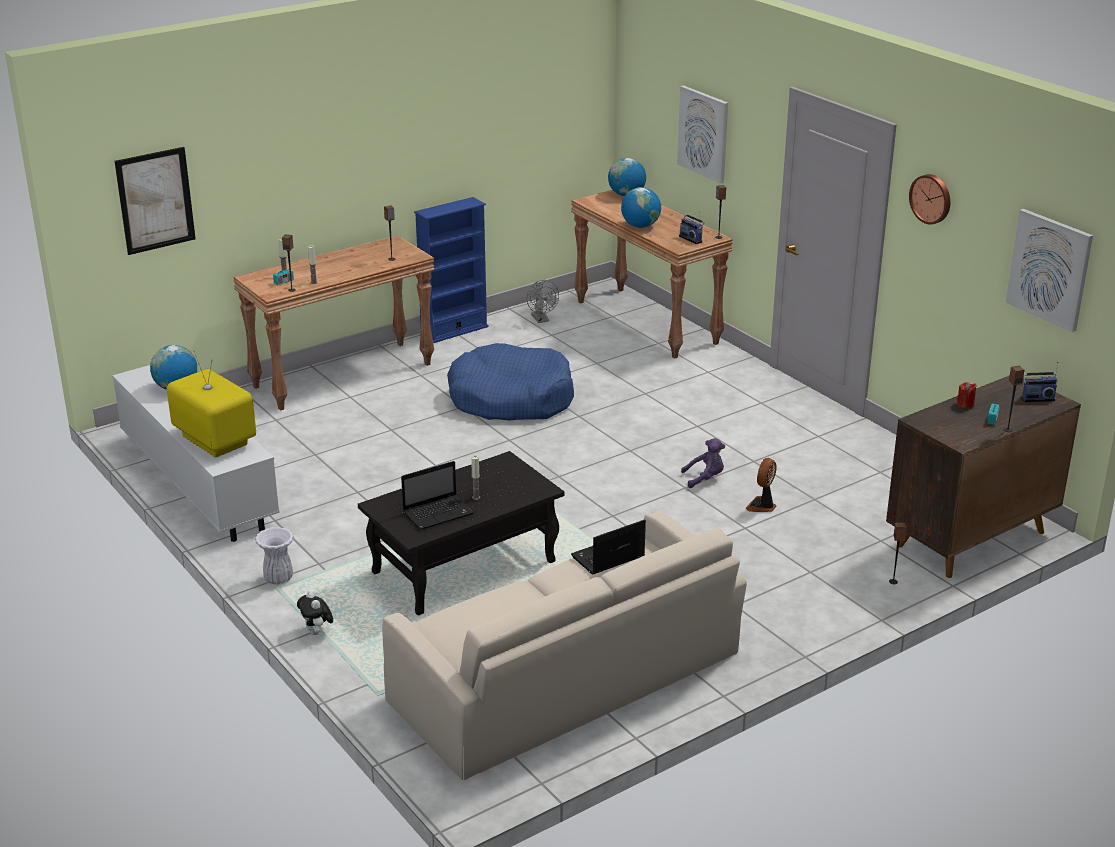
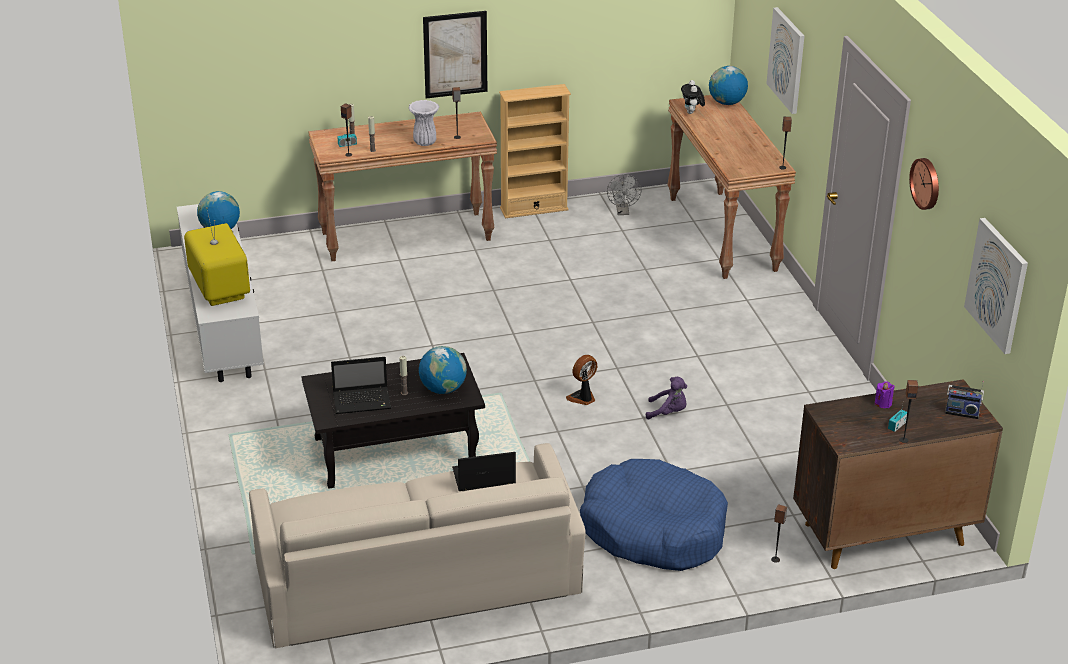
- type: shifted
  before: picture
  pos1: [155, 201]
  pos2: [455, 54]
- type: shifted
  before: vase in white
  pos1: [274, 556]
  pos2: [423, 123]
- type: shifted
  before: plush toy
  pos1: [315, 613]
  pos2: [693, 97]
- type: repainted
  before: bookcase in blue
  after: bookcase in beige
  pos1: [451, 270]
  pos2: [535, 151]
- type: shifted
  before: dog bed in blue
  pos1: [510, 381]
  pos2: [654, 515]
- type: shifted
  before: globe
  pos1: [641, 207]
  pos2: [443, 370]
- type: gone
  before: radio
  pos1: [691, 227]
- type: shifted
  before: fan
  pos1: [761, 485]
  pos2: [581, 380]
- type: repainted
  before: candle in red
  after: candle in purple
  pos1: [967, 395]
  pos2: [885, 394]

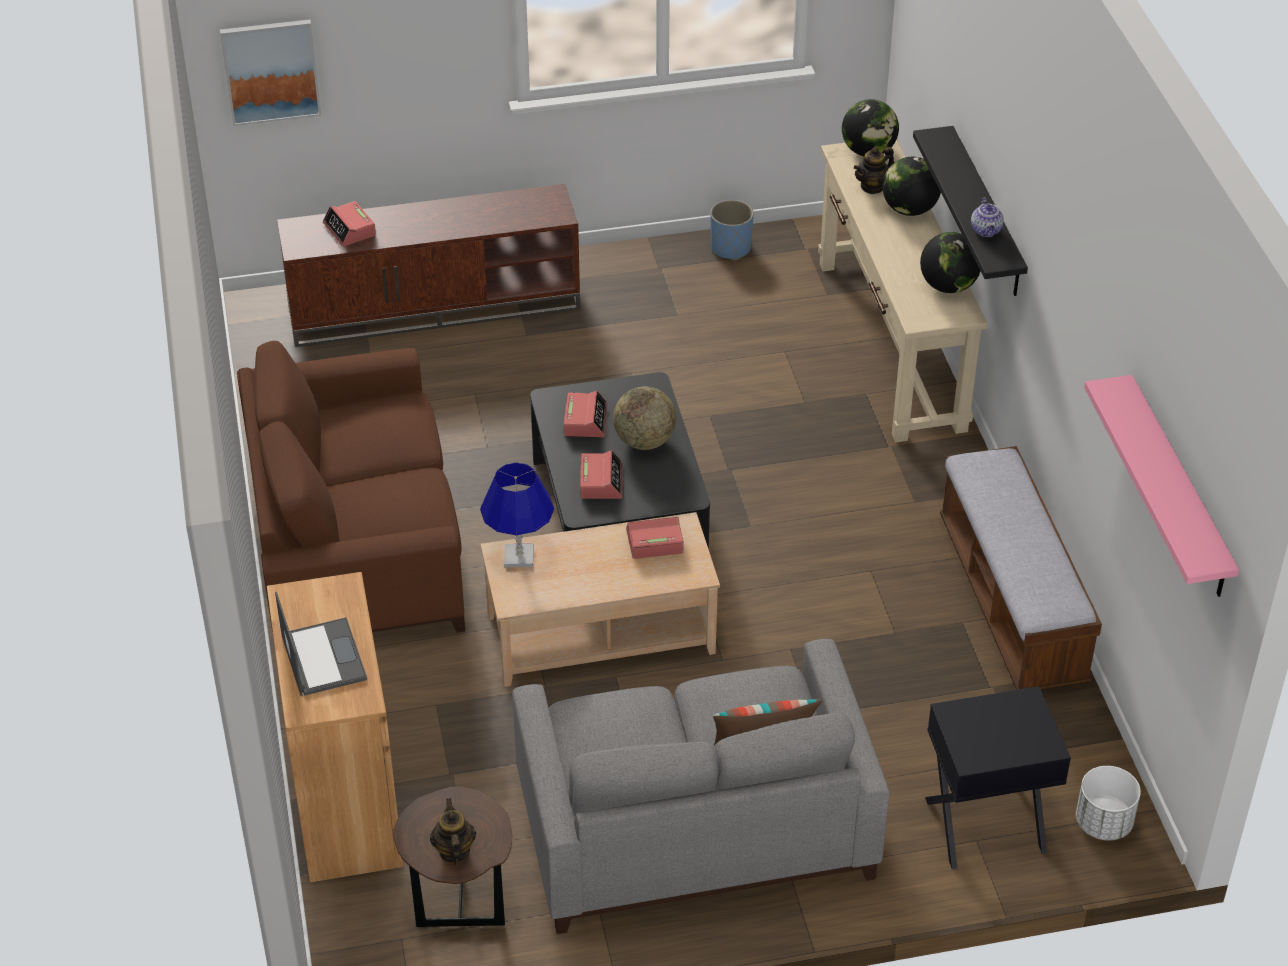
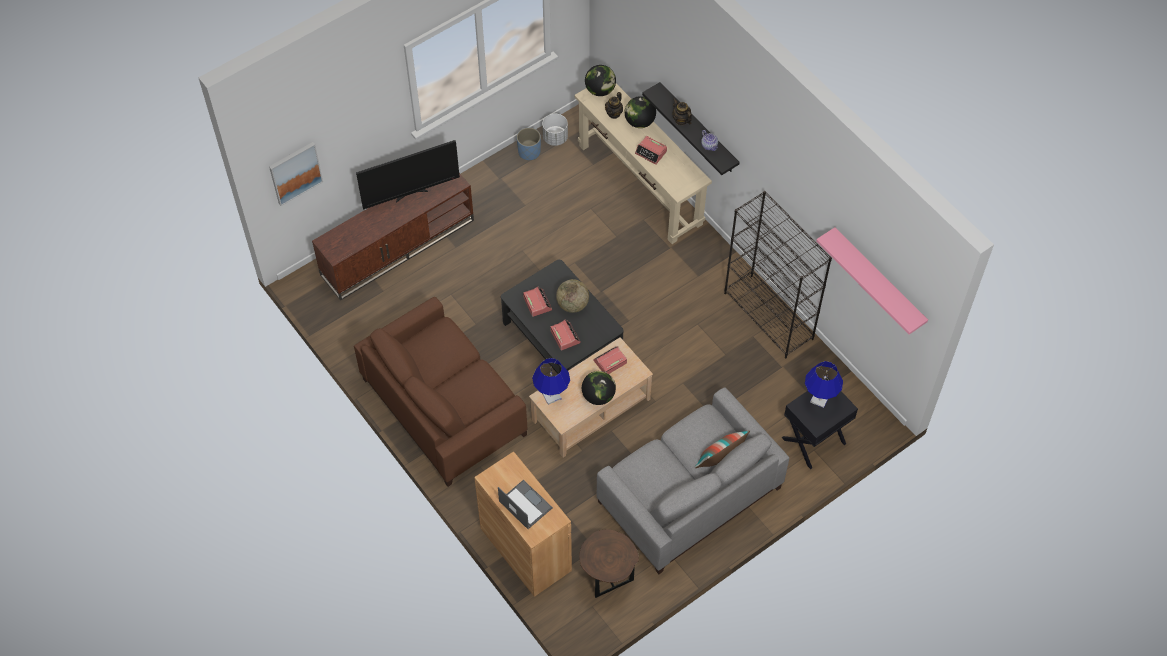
- type: shifted
  before: alarm clock
  pos1: [349, 224]
  pos2: [651, 150]
- type: shifted
  before: teapot
  pos1: [453, 832]
  pos2: [682, 111]
- type: shifted
  before: globe
  pos1: [950, 262]
  pos2: [599, 388]
- type: swapped
  before: bench
  after: bookcase in black
  pos1: [1021, 568]
  pos2: [778, 274]
- type: shifted
  before: planter in white
  pos1: [1108, 803]
  pos2: [555, 130]
- type: new
  after: television
  pos2: [408, 175]
- type: new
  after: table lamp in blue
  pos2: [824, 384]

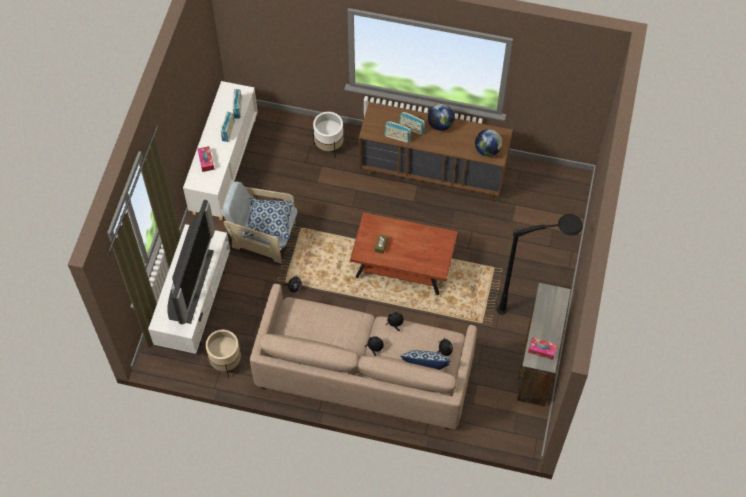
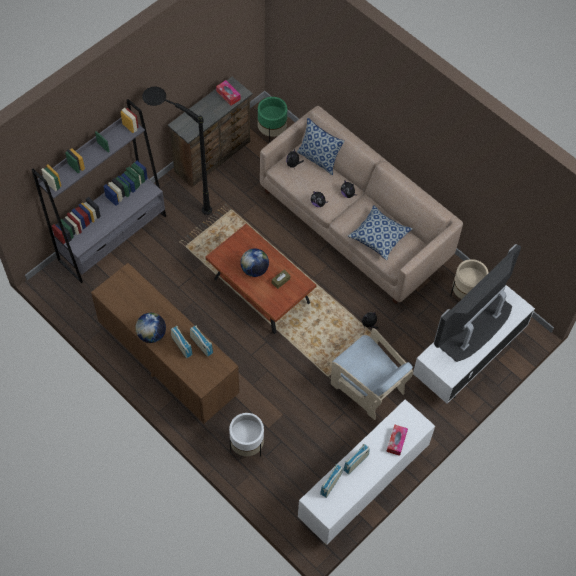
- type: shifted
  before: pillow
  pos1: [269, 218]
  pos2: [380, 232]
- type: shifted
  before: globe
  pos1: [488, 143]
  pos2: [254, 262]
- type: new
  after: bookcase in grey
  pos2: [99, 191]
- type: new
  after: planter in green
  pos2: [272, 120]

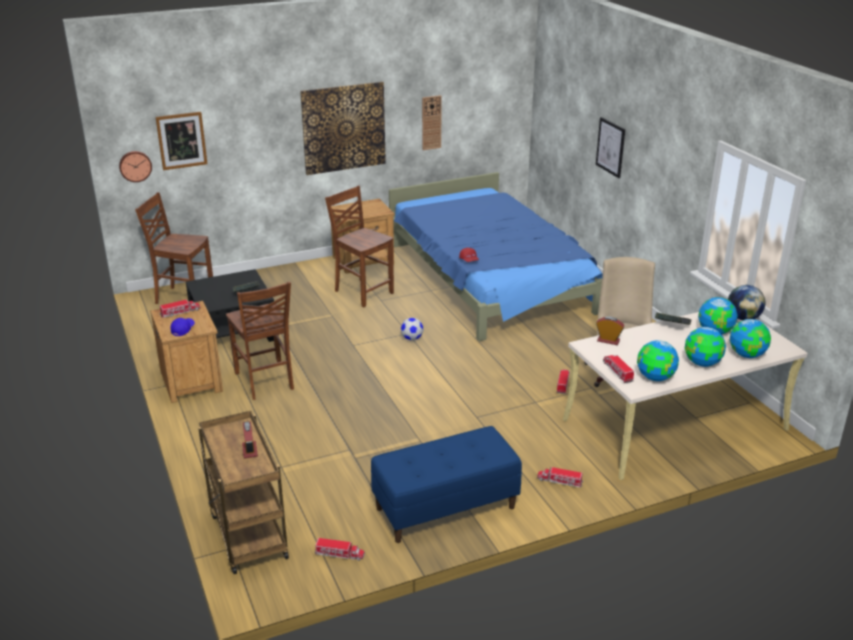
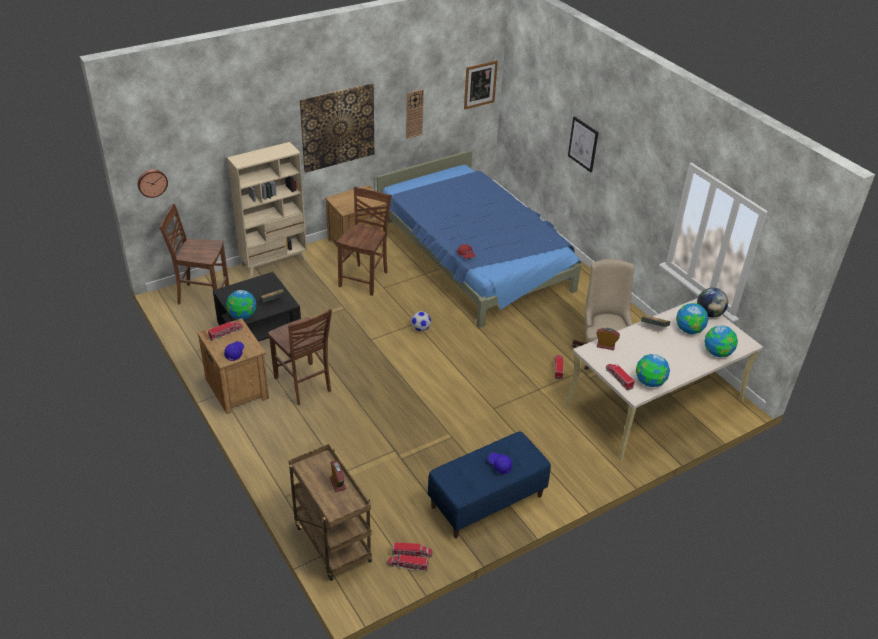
- type: shifted
  before: picture
  pos1: [181, 141]
  pos2: [481, 85]
- type: rotated
  before: chair in brown
  pos1: [359, 246]
  pos2: [364, 241]
  turn: 75
- type: shifted
  before: toy truck
  pos1: [560, 477]
  pos2: [408, 562]
- type: shifted
  before: globe
  pos1: [705, 347]
  pos2: [241, 304]
- type: new
  after: bookcase in beige
  pos2: [267, 210]
- type: new
  after: cap in blue
  pos2: [500, 463]

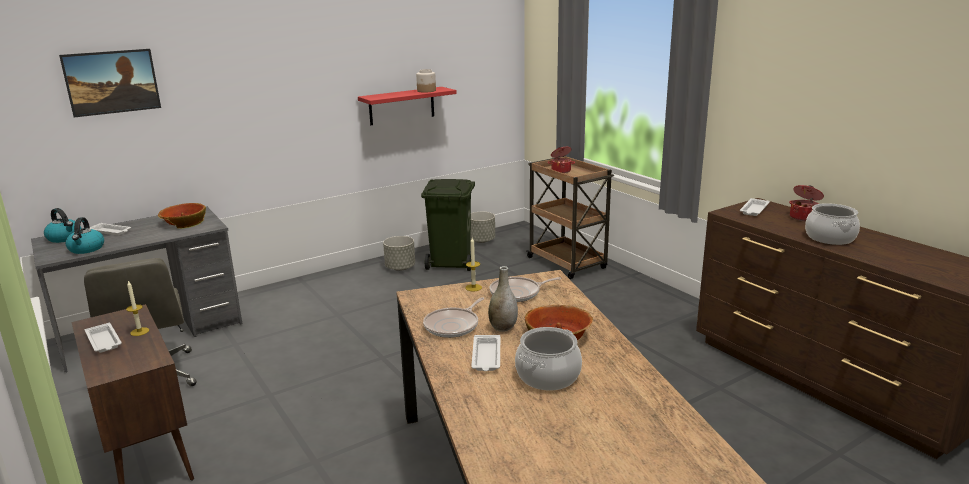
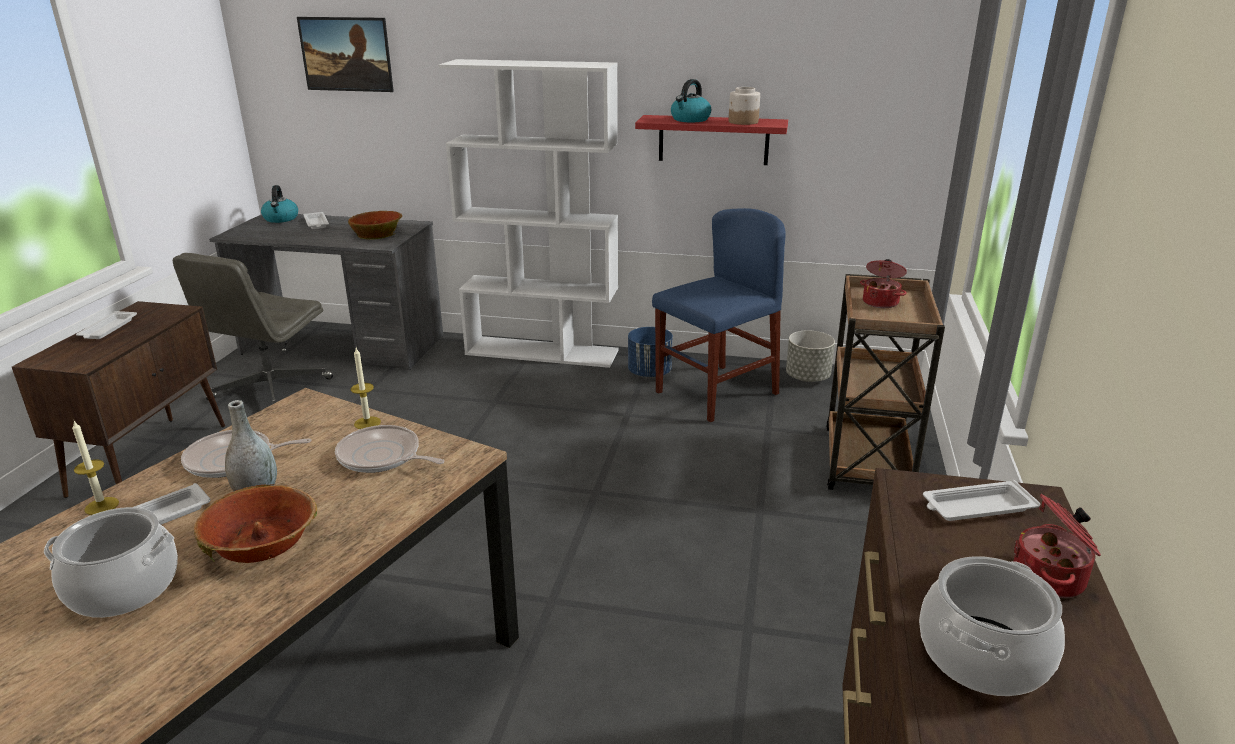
- type: shifted
  before: kettle
  pos1: [84, 235]
  pos2: [691, 100]
- type: shifted
  before: candle
  pos1: [137, 308]
  pos2: [95, 468]
- type: repainted
  before: planter in grey
  after: planter in blue
  pos1: [399, 253]
  pos2: [650, 352]
- type: swapped
  before: trash can in green
  after: chair in blue
  pos1: [448, 225]
  pos2: [719, 315]
- type: new
  after: bookcase in white
  pos2: [528, 213]

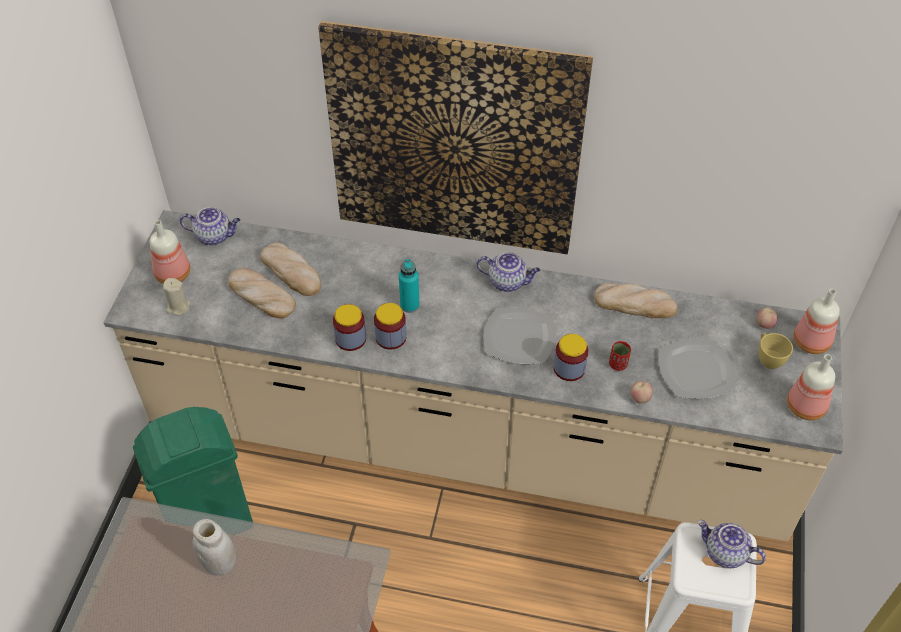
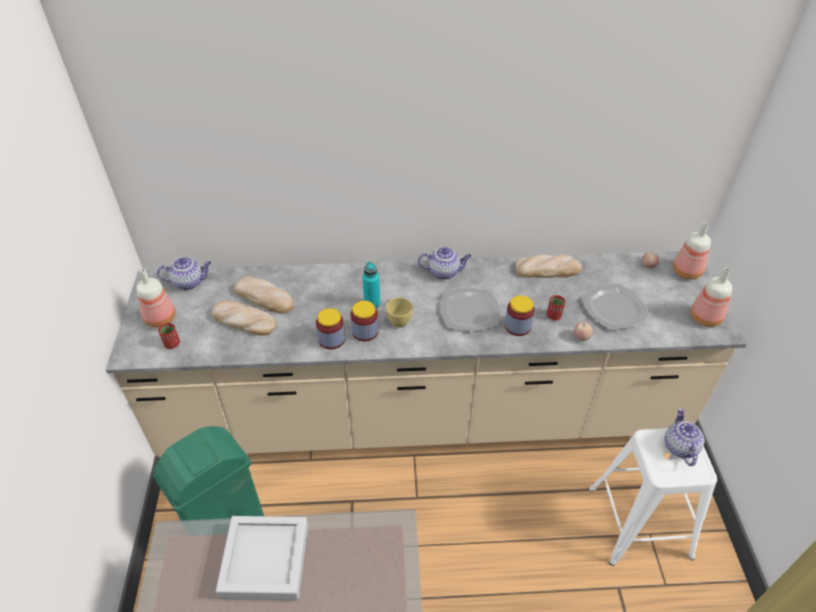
- type: swapped
  before: candle in beige
  after: cup in red
  pos1: [176, 296]
  pos2: [169, 336]
- type: swapped
  before: jar in white
  after: tray in grey
  pos1: [214, 547]
  pos2: [262, 558]
- type: gone
  before: picture
  pos1: [455, 137]
- type: rotated
  before: teapot
  pos1: [732, 544]
  pos2: [684, 437]
  turn: 75
- type: shifted
  before: cup in yellow
  pos1: [775, 351]
  pos2: [399, 312]

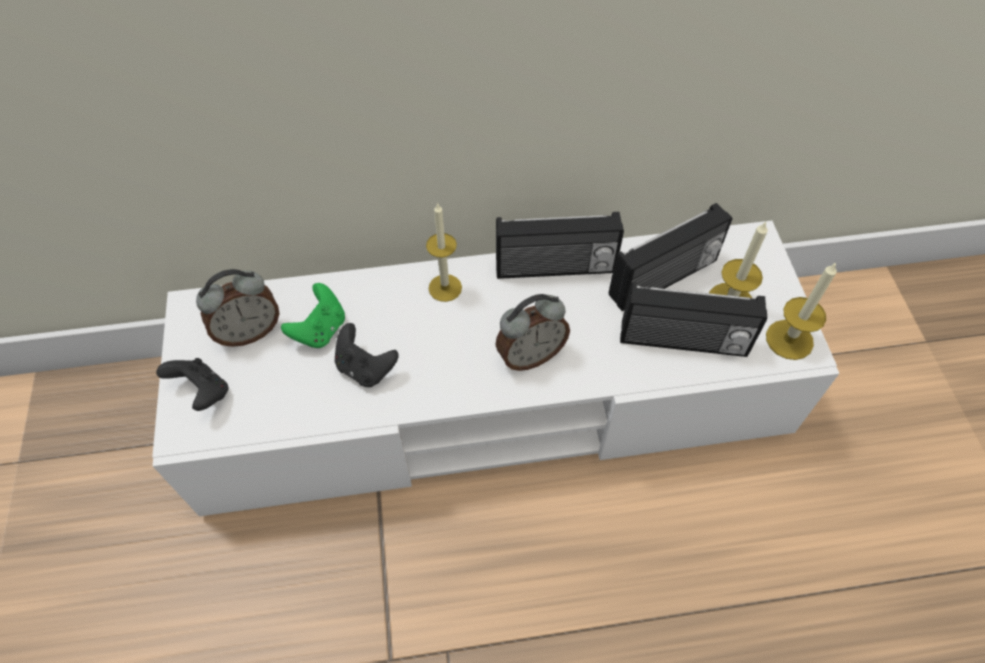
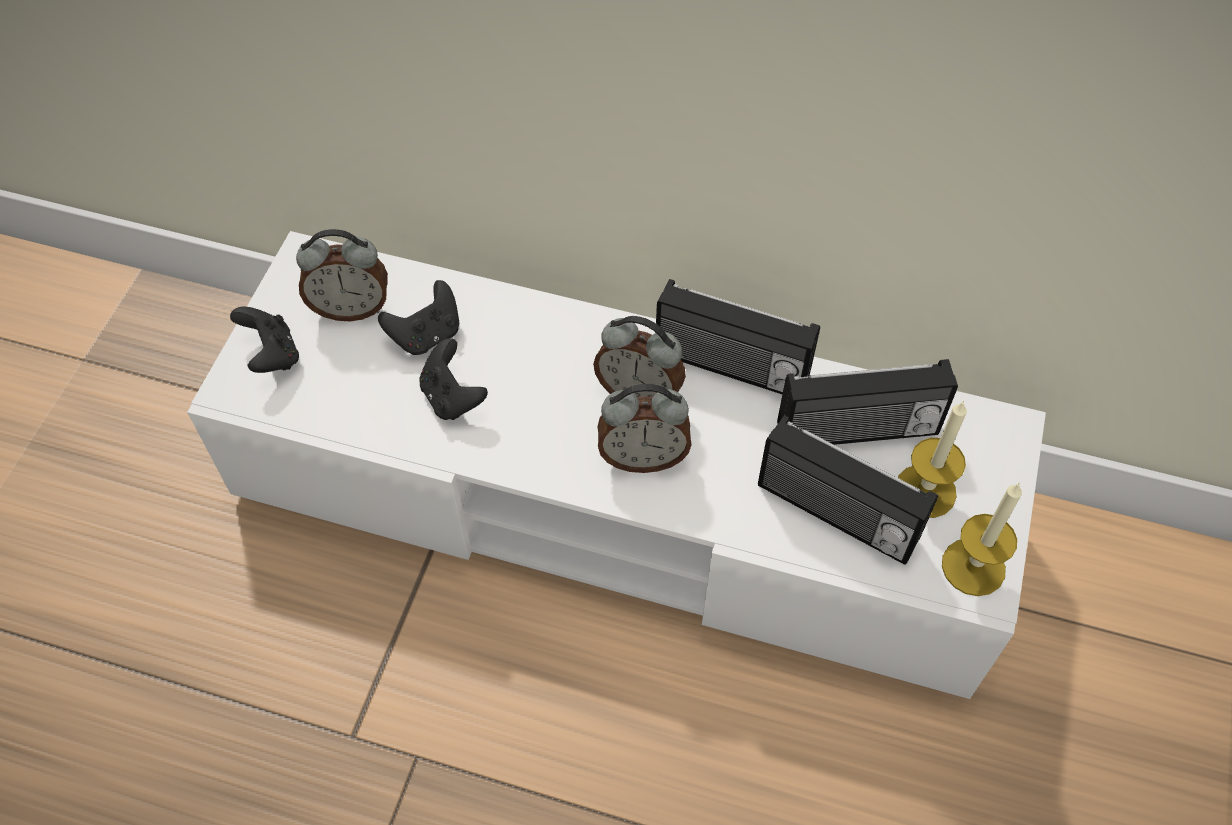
- type: repainted
  before: game controller in green
  after: game controller in black
  pos1: [313, 315]
  pos2: [418, 317]
- type: gone
  before: candle
  pos1: [444, 252]
- type: new
  after: alarm clock
  pos2: [639, 356]

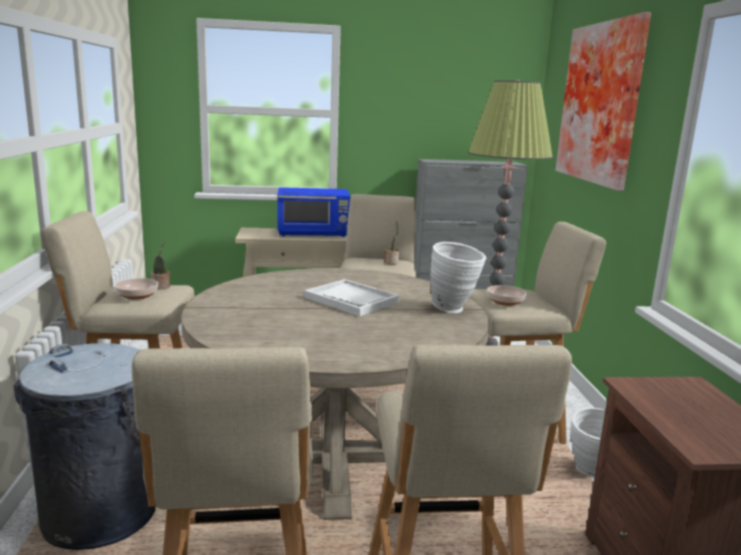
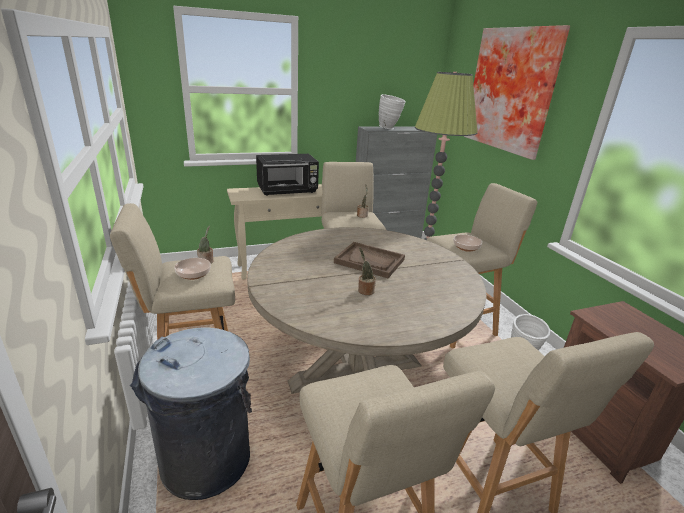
- type: repainted
  before: microwave in blue
  after: microwave in black
  pos1: [313, 212]
  pos2: [287, 175]
- type: repainted
  before: tray in white
  after: tray in brown
  pos1: [352, 297]
  pos2: [369, 260]
- type: shifted
  before: vase in white
  pos1: [458, 277]
  pos2: [392, 112]
- type: new
  after: potted plant
  pos2: [367, 271]

